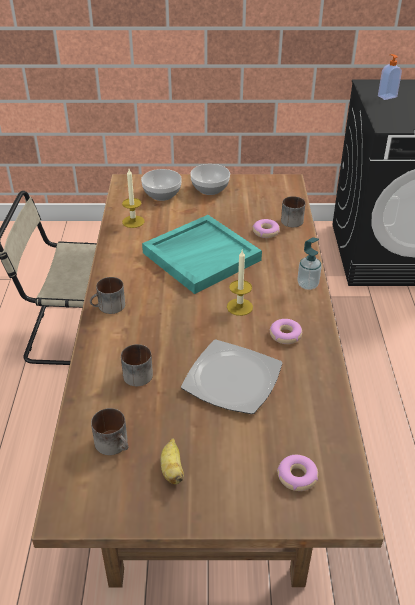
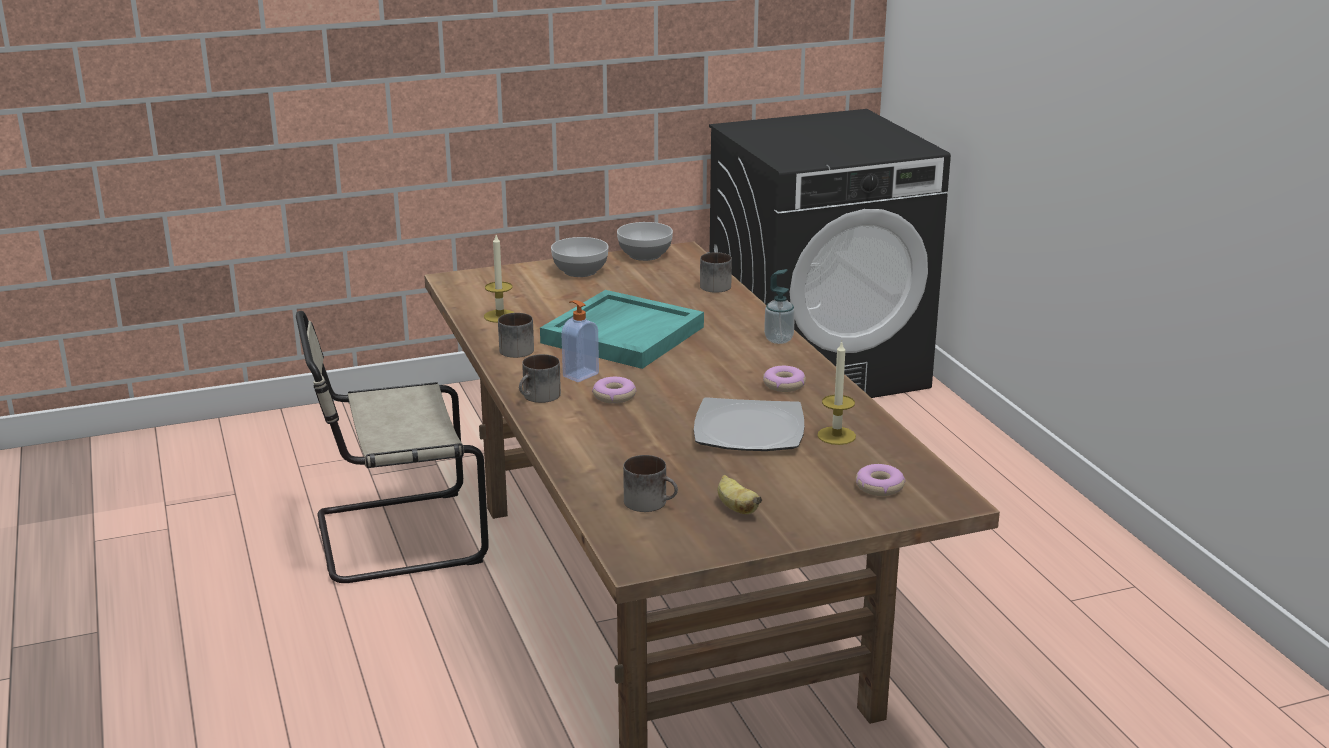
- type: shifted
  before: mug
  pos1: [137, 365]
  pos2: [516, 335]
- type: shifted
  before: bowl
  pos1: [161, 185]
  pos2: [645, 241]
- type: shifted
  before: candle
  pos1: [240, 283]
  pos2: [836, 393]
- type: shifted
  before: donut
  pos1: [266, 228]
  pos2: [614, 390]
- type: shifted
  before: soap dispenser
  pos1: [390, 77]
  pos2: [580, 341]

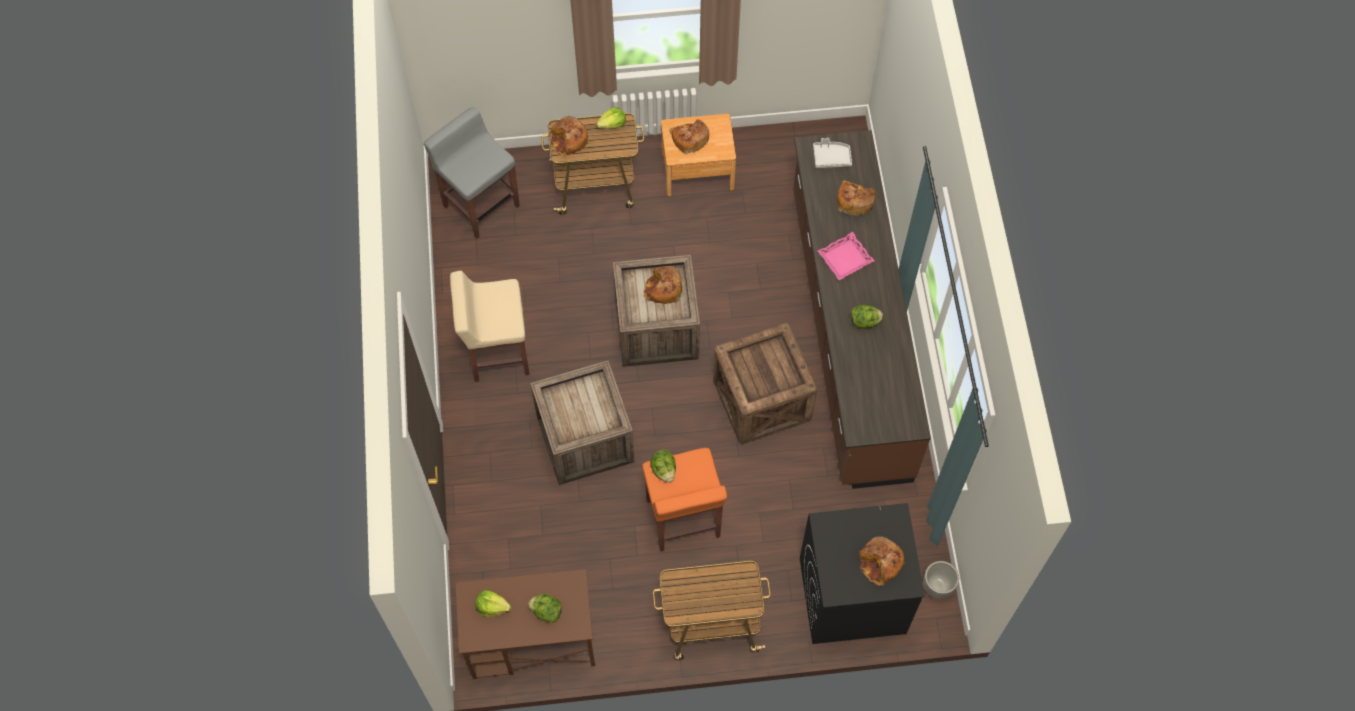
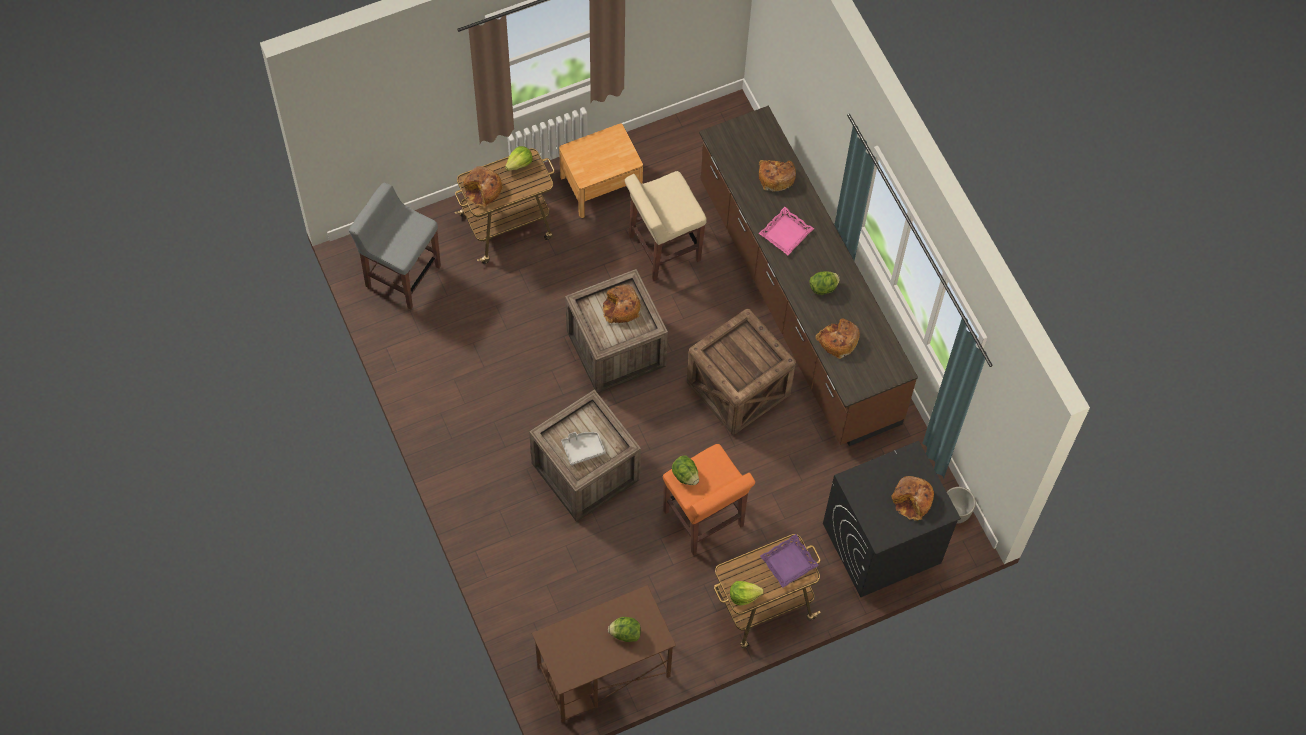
- type: shifted
  before: stool in beige
  pos1: [490, 326]
  pos2: [666, 226]
- type: shifted
  before: lettuce
  pos1: [493, 603]
  pos2: [747, 593]
- type: shifted
  before: bread
  pos1: [689, 136]
  pos2: [837, 339]
- type: shifted
  before: tray in grey
  pos1: [832, 153]
  pos2: [583, 448]
- type: new
  after: tray in purple
  pos2: [789, 561]

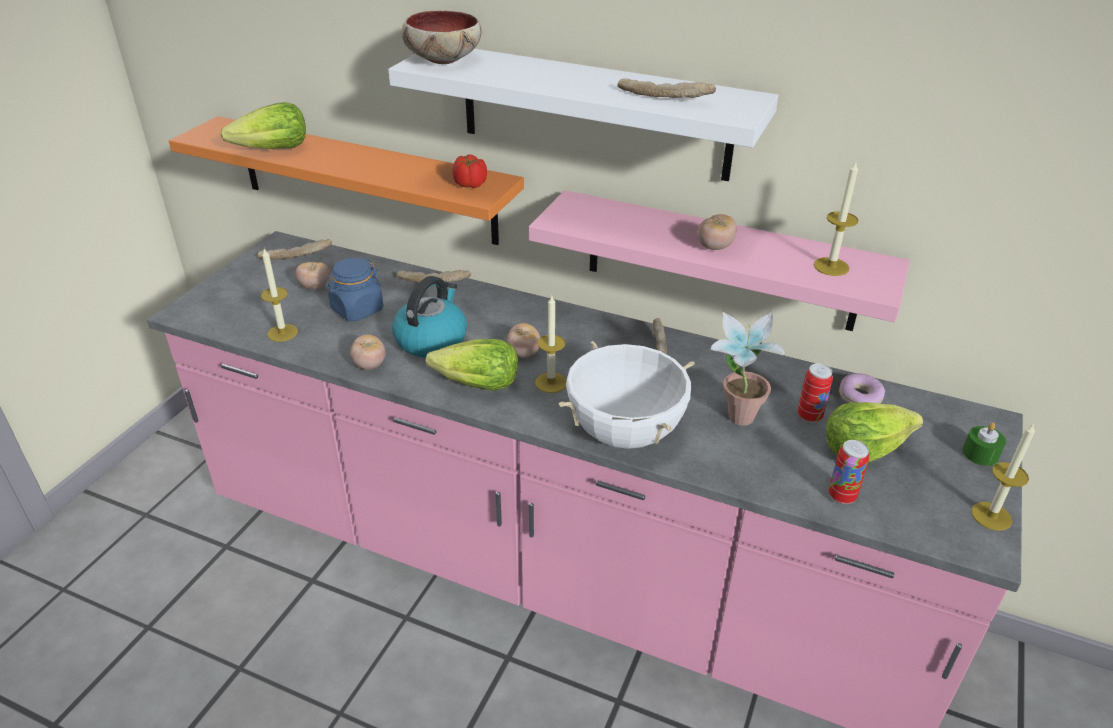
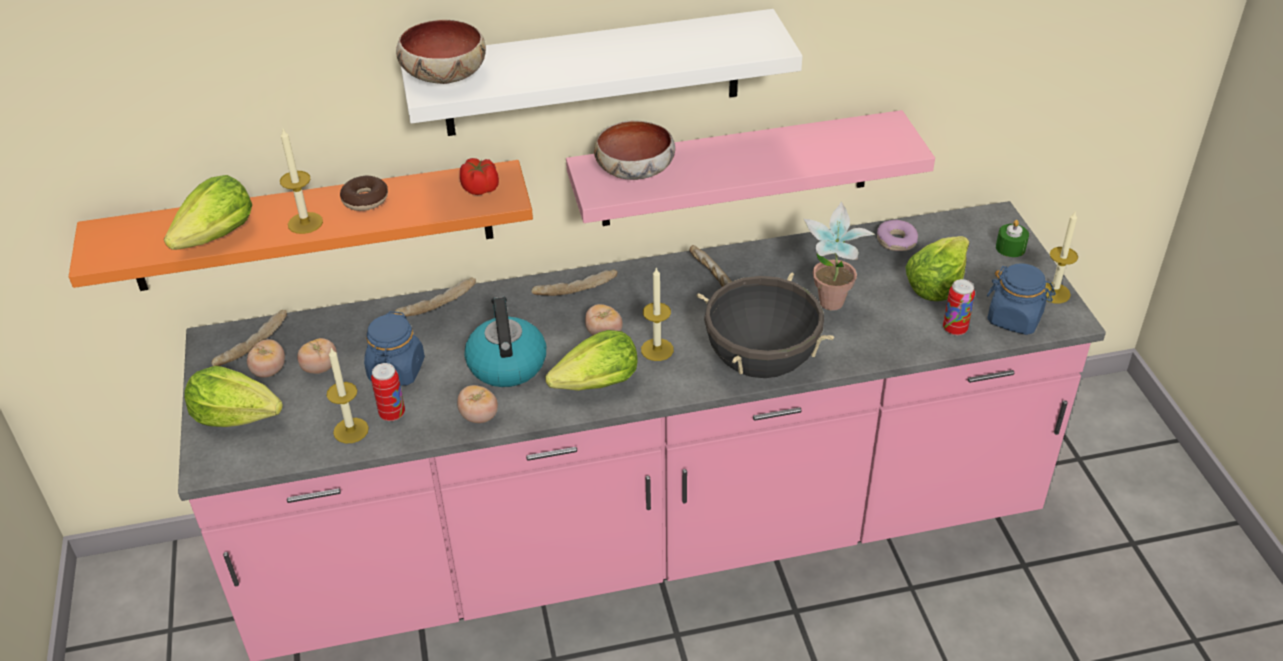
- type: repainted
  before: cooking pot in white
  after: cooking pot in black
  pos1: [627, 395]
  pos2: [765, 325]
- type: shifted
  before: bread
  pos1: [666, 88]
  pos2: [574, 282]
- type: shifted
  before: tomato
  pos1: [717, 232]
  pos2: [266, 358]
- type: shifted
  before: can
  pos1: [815, 393]
  pos2: [388, 392]
- type: shifted
  before: candle
  pos1: [836, 219]
  pos2: [301, 180]
- type: new
  after: lettuce
  pos2: [233, 396]
- type: new
  after: donut
  pos2: [364, 193]
- type: new
  after: bowl
  pos2: [634, 150]
- type: new
  after: jar in blue
  pos2: [1021, 299]

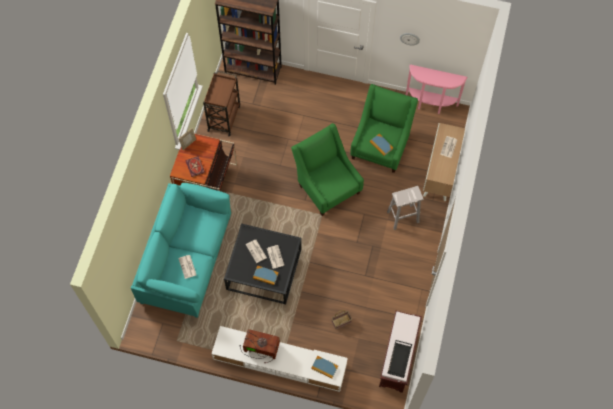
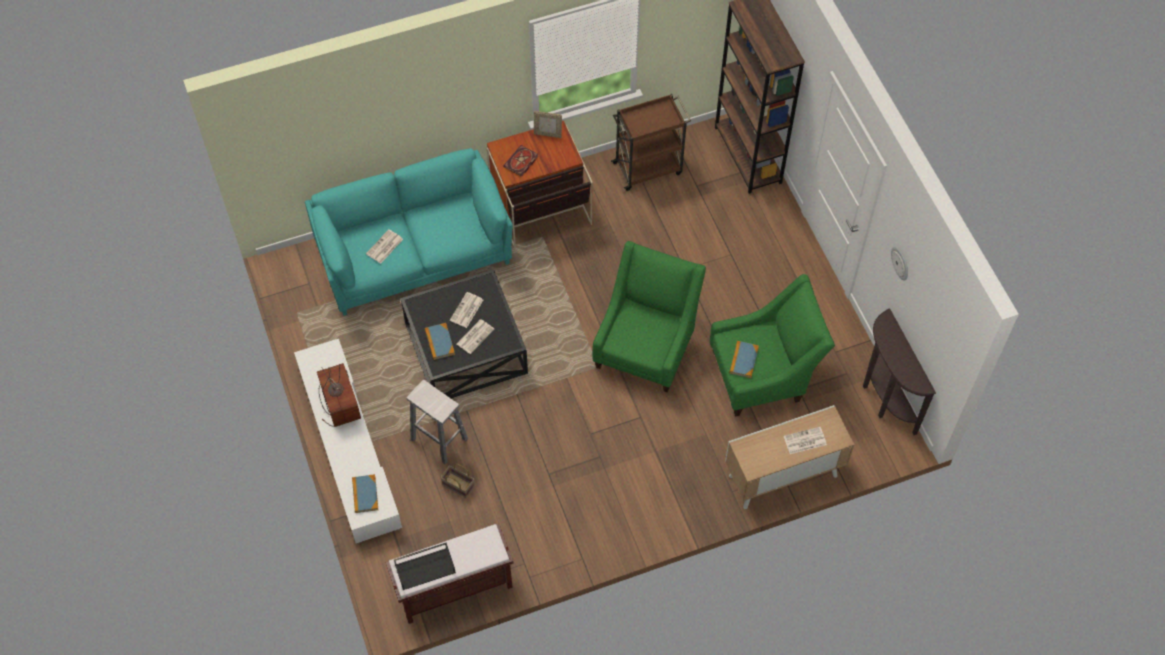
- type: shifted
  before: stool in white
  pos1: [405, 208]
  pos2: [437, 421]
- type: repainted
  before: console table in pink
  after: console table in brown
  pos1: [437, 89]
  pos2: [899, 372]

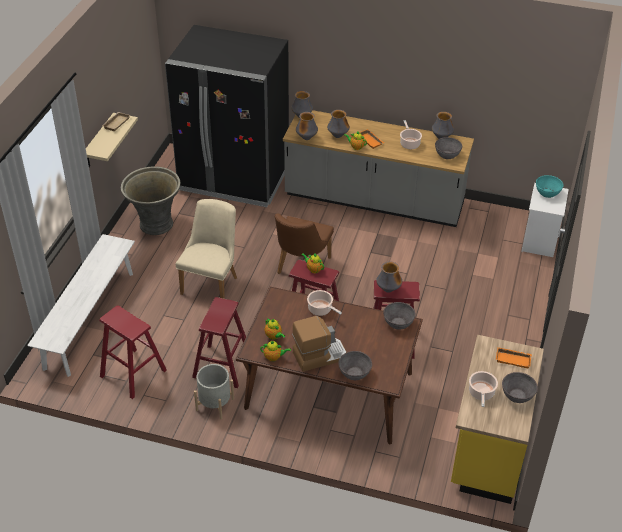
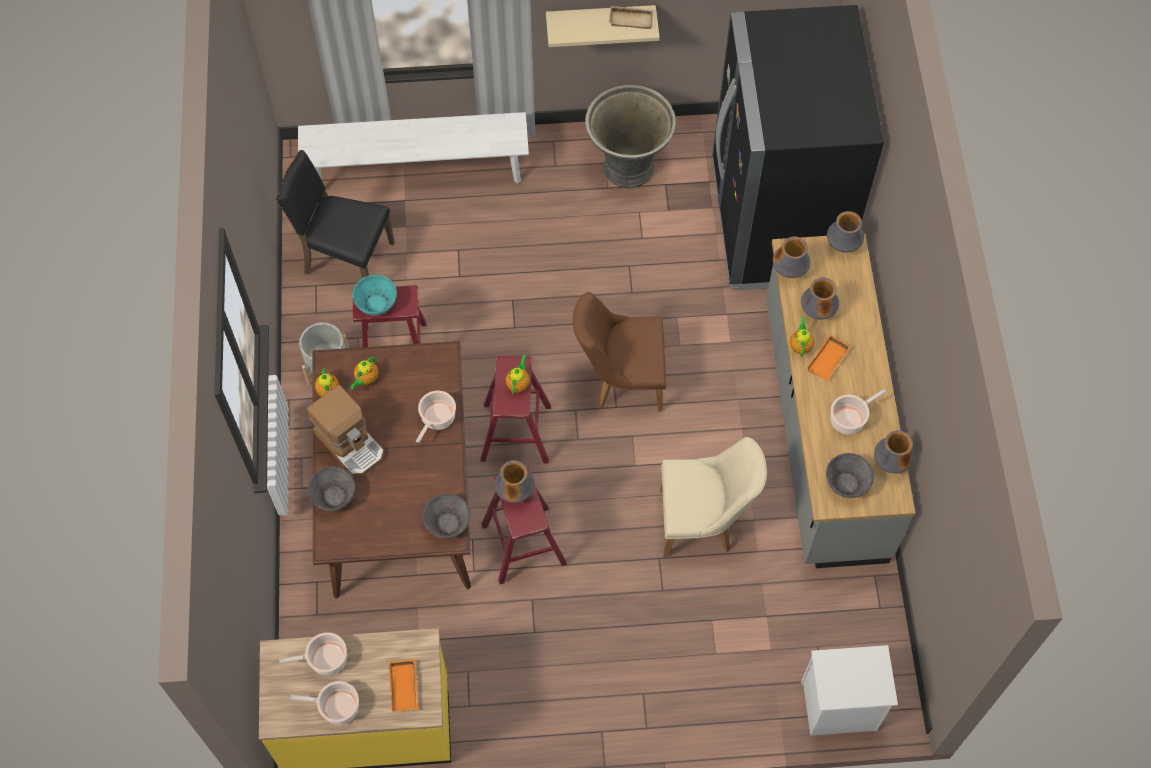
- type: swapped
  before: stool in red
  after: chair in black
  pos1: [133, 352]
  pos2: [335, 214]
- type: shifted
  before: chair in beige
  pos1: [206, 249]
  pos2: [713, 497]
- type: swapped
  before: bowl in grey
  after: cooking pot
  pos1: [520, 387]
  pos2: [325, 703]
- type: shifted
  before: bowl in turquoise
  pos1: [550, 186]
  pos2: [374, 295]

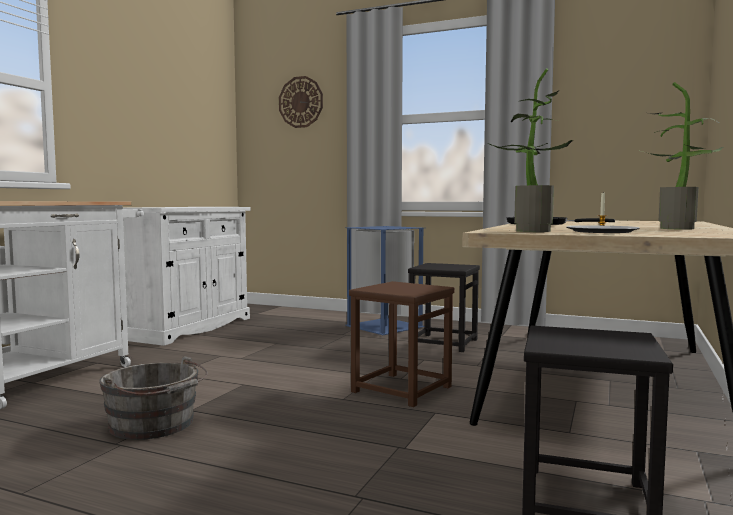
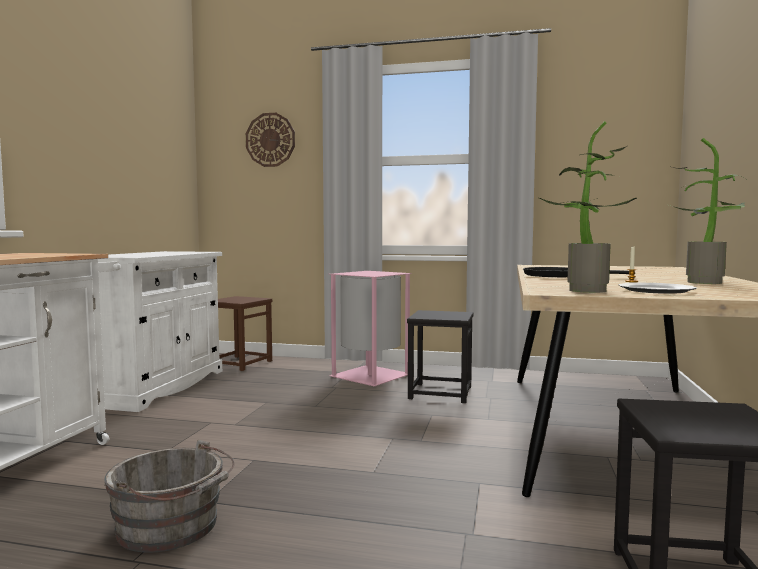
- type: repainted
  before: trash can in blue
  after: trash can in pink
  pos1: [385, 280]
  pos2: [370, 328]
- type: shifted
  before: stool in brown
  pos1: [402, 344]
  pos2: [245, 333]

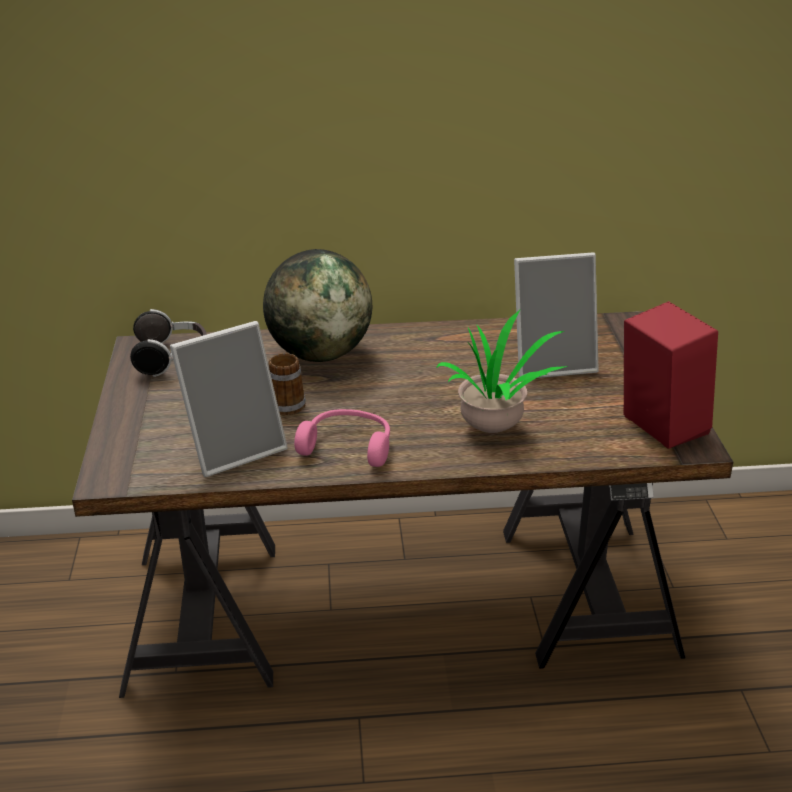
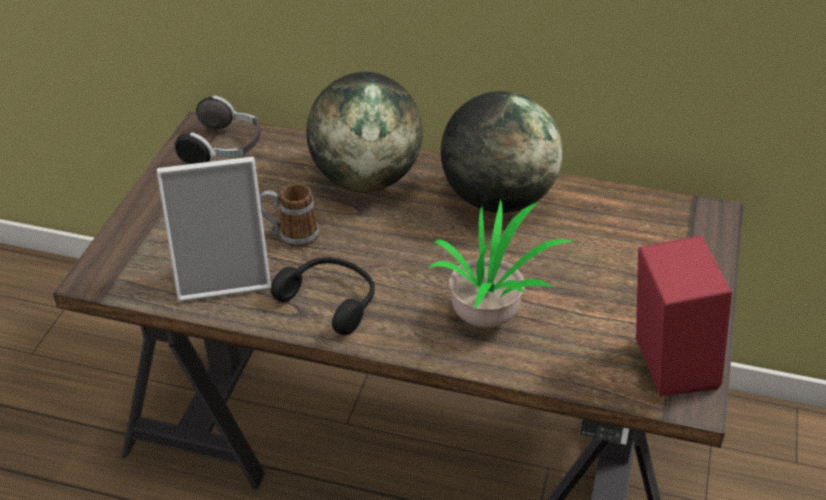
- type: repainted
  before: headphones in pink
  after: headphones in black
  pos1: [342, 438]
  pos2: [323, 296]
- type: gone
  before: picture frame
  pos1: [556, 315]
- type: new
  after: globe
  pos2: [501, 152]

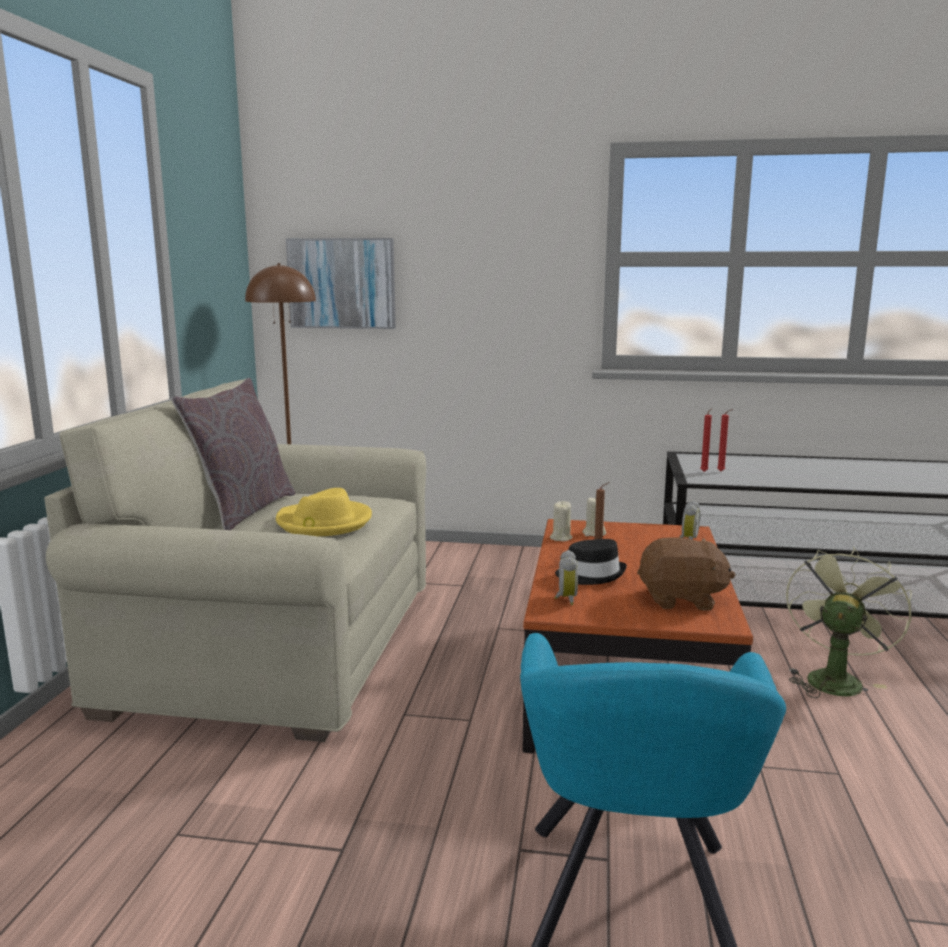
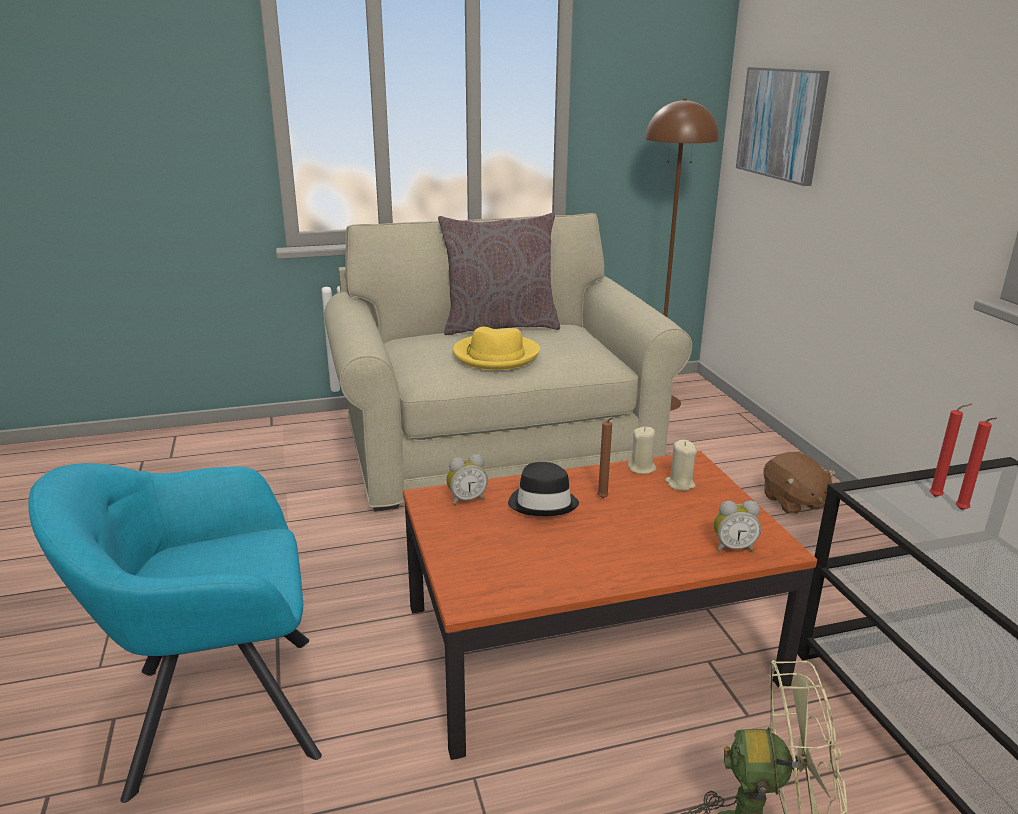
- type: shifted
  before: plush toy in brown
  pos1: [686, 573]
  pos2: [799, 483]

